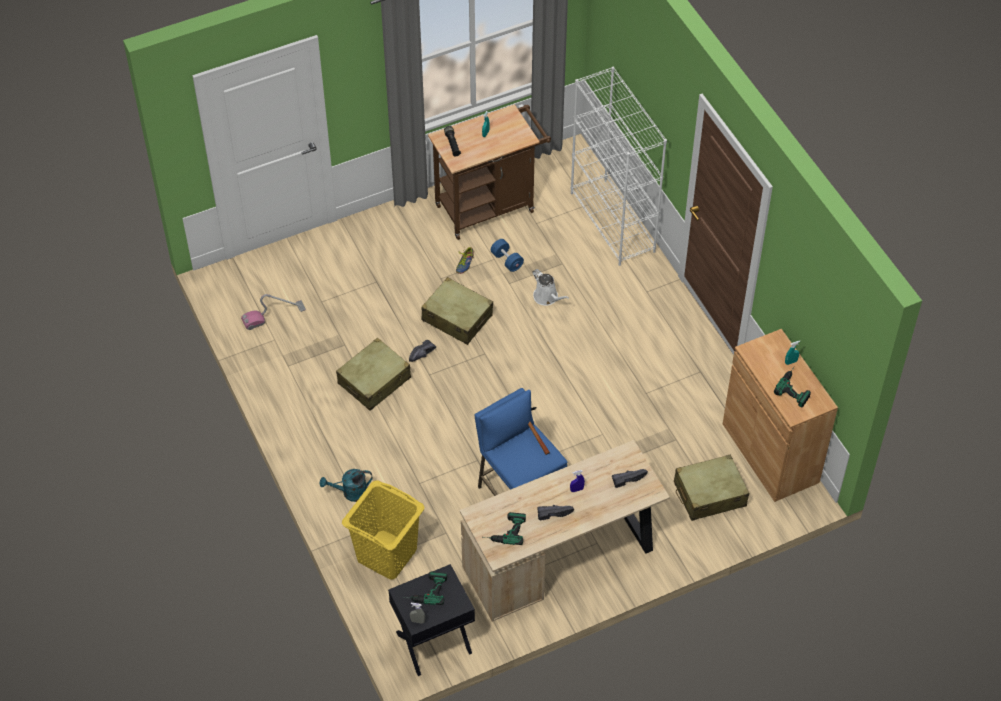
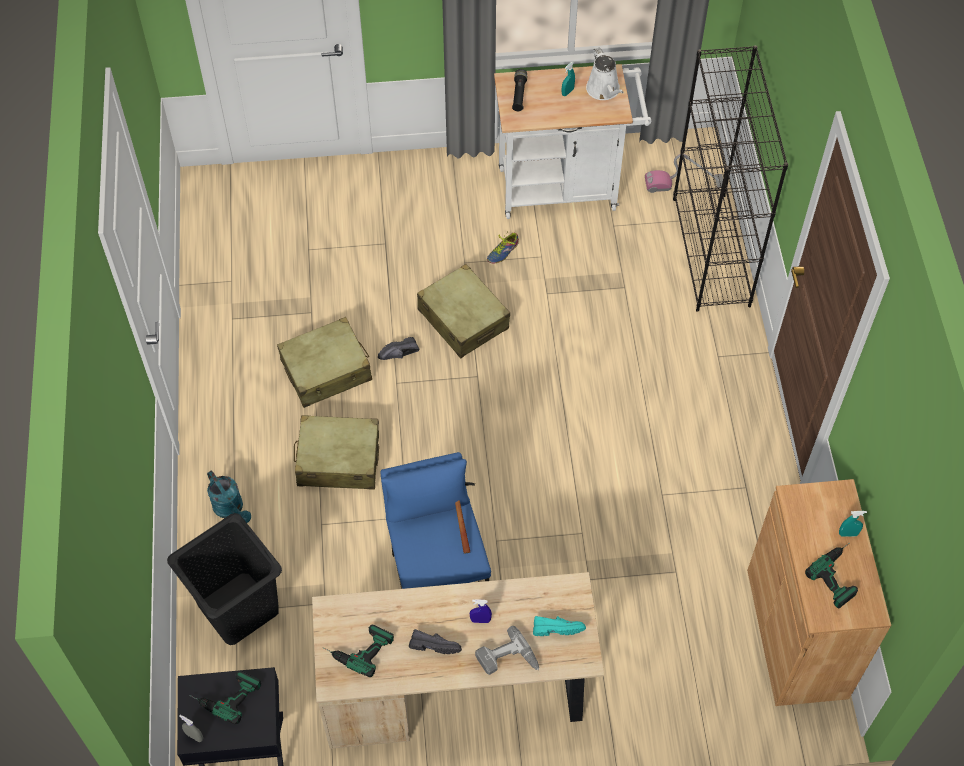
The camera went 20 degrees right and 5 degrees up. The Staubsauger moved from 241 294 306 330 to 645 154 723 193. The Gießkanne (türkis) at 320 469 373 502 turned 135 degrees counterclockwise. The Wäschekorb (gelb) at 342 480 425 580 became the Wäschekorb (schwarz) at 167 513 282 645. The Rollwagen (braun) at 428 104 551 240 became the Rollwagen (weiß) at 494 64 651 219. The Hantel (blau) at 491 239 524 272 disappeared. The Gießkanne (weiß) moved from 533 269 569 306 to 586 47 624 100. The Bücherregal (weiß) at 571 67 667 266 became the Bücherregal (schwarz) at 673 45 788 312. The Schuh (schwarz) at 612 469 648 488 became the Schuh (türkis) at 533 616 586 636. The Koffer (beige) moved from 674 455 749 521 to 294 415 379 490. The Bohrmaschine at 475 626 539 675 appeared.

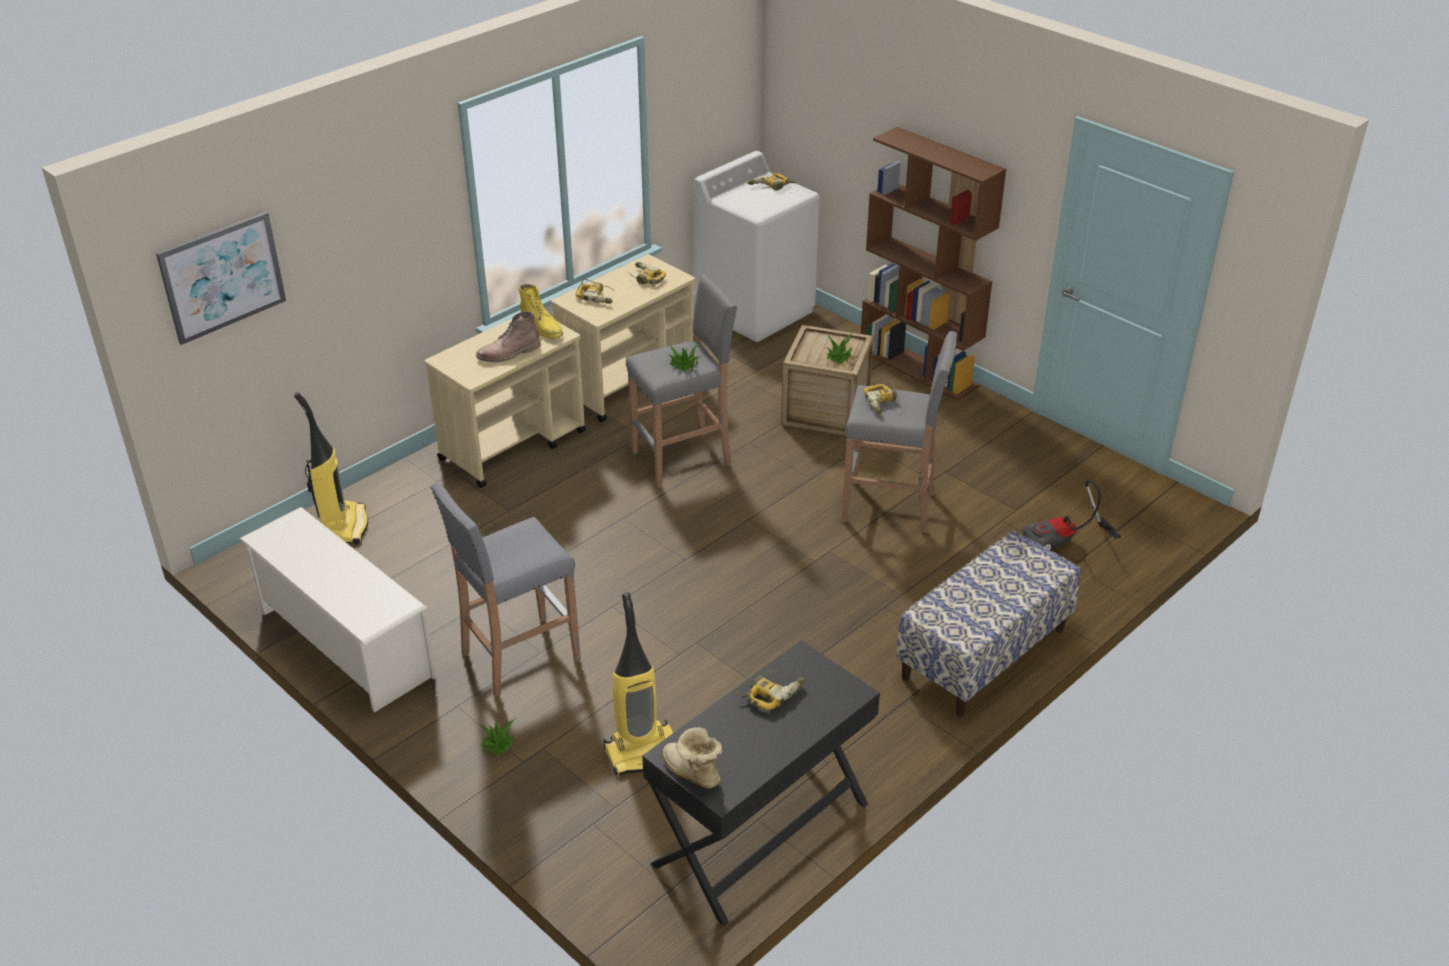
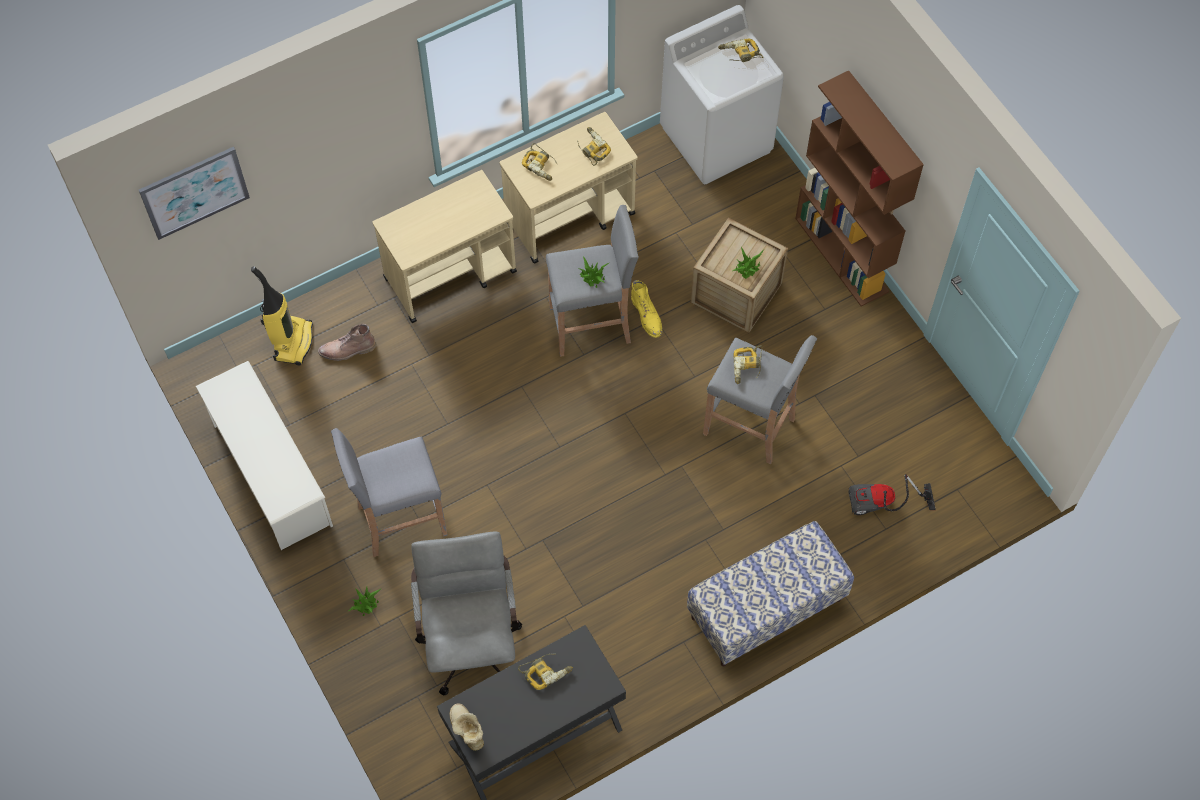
The camera went 15 degrees right and 25 degrees up. The Stiefel (braun) moved from 476 311 541 362 to 318 324 376 361. The Stiefel (gelb) moved from 519 284 563 339 to 631 280 662 338. The Staubsauger at 604 593 673 776 was replaced by the Bürostuhl (grau) at 411 531 523 696.

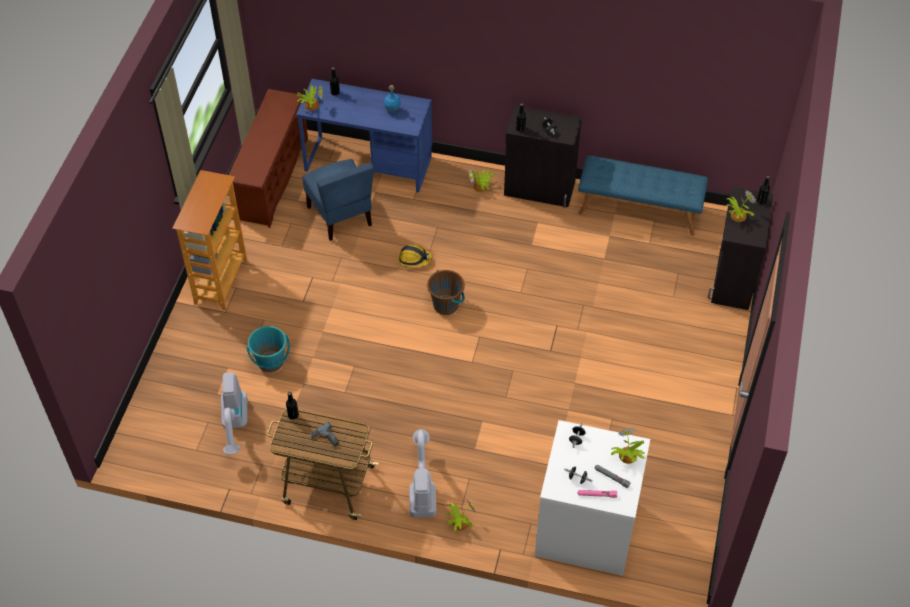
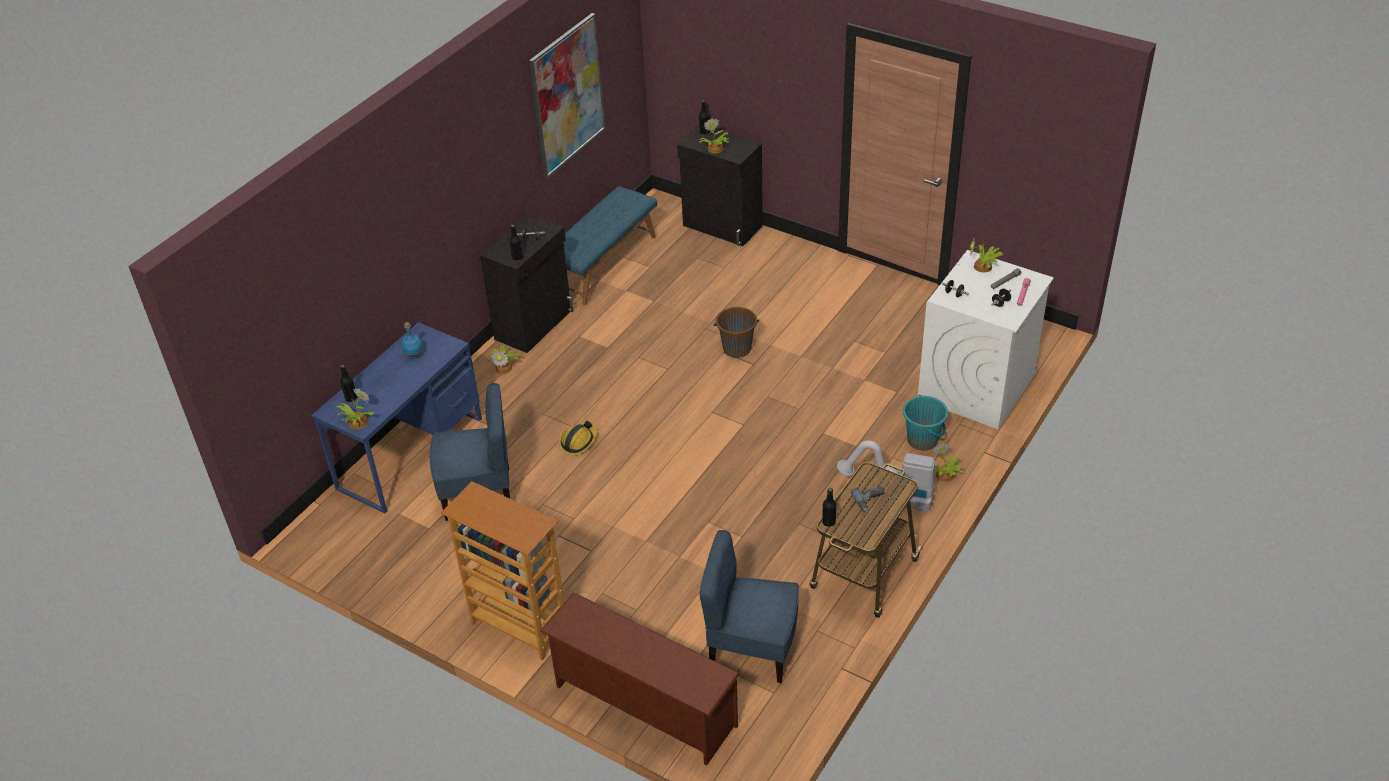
The camera went 70 degrees left and 10 degrees down. The Staubsauger at 221 372 248 454 was replaced by the Stuhl (blau) at 699 530 799 683. The Schuhregal (braun) moved from 229 89 308 228 to 540 592 740 765. The Eimer (türkis) moved from 246 326 290 372 to 903 395 948 451. The Eimer (braun) moved from 427 270 465 315 to 714 307 760 358. The Bild at 529 13 605 178 appeared.

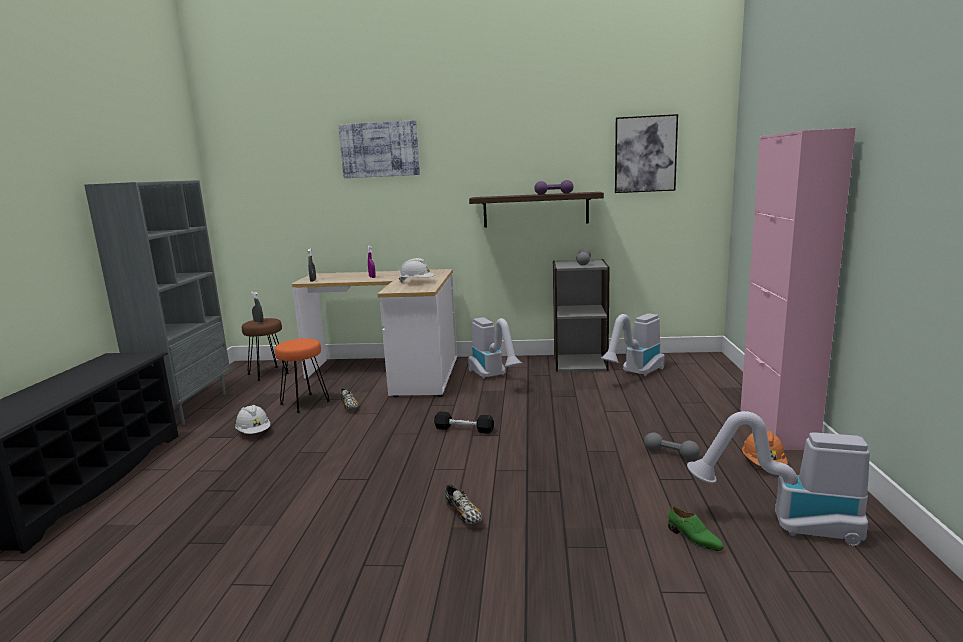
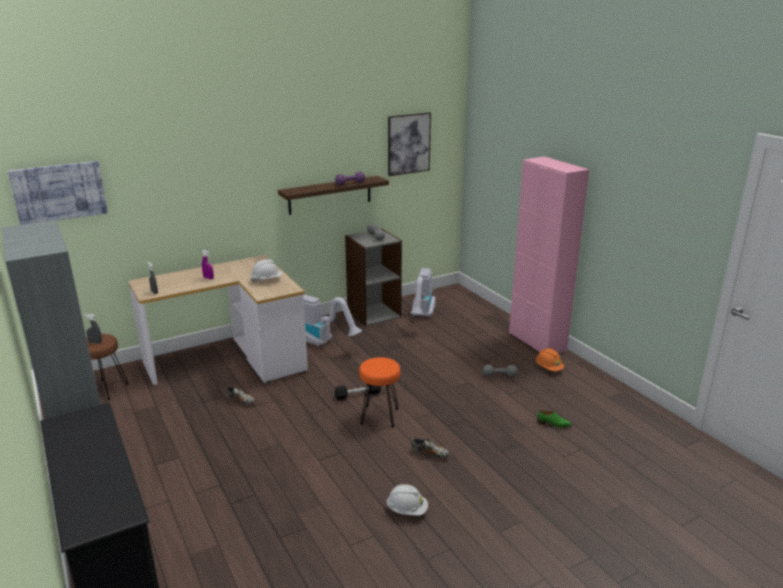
The camera went 35 degrees left and 10 degrees up. The Schutzhelm (weiß) moved from 235 405 270 434 to 386 484 428 516. The Hocker (orange) moved from 275 338 330 413 to 359 357 401 428. The Bild moved from 338 120 420 178 to 8 161 108 225. The Staubsauger at 687 411 870 546 disappeared.

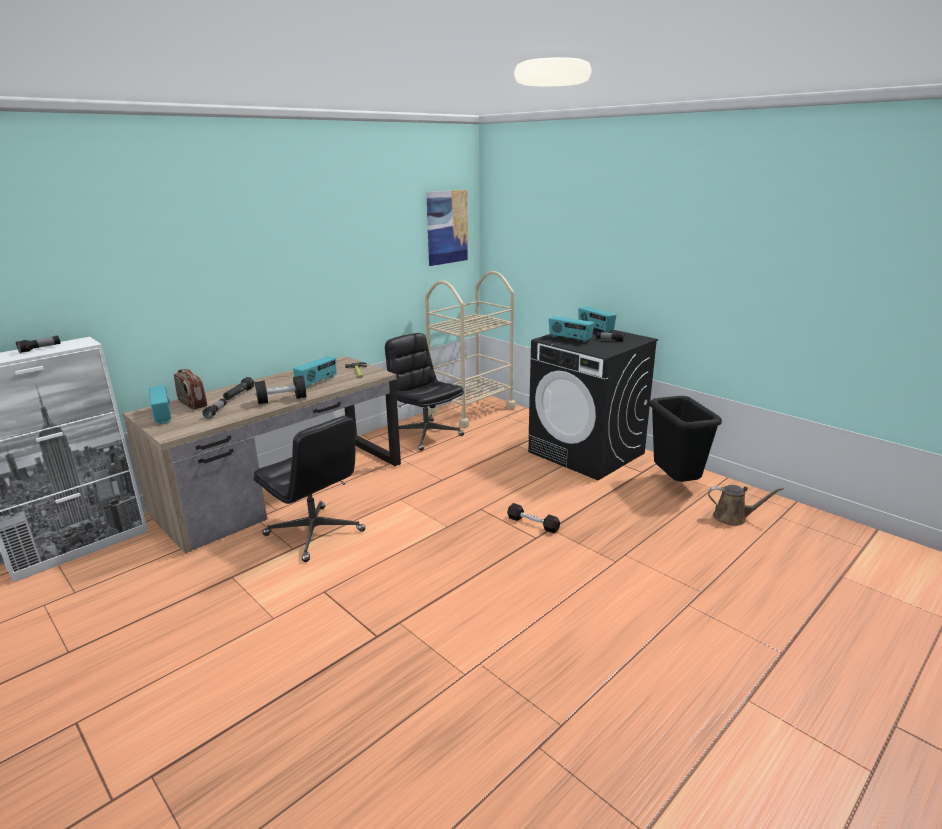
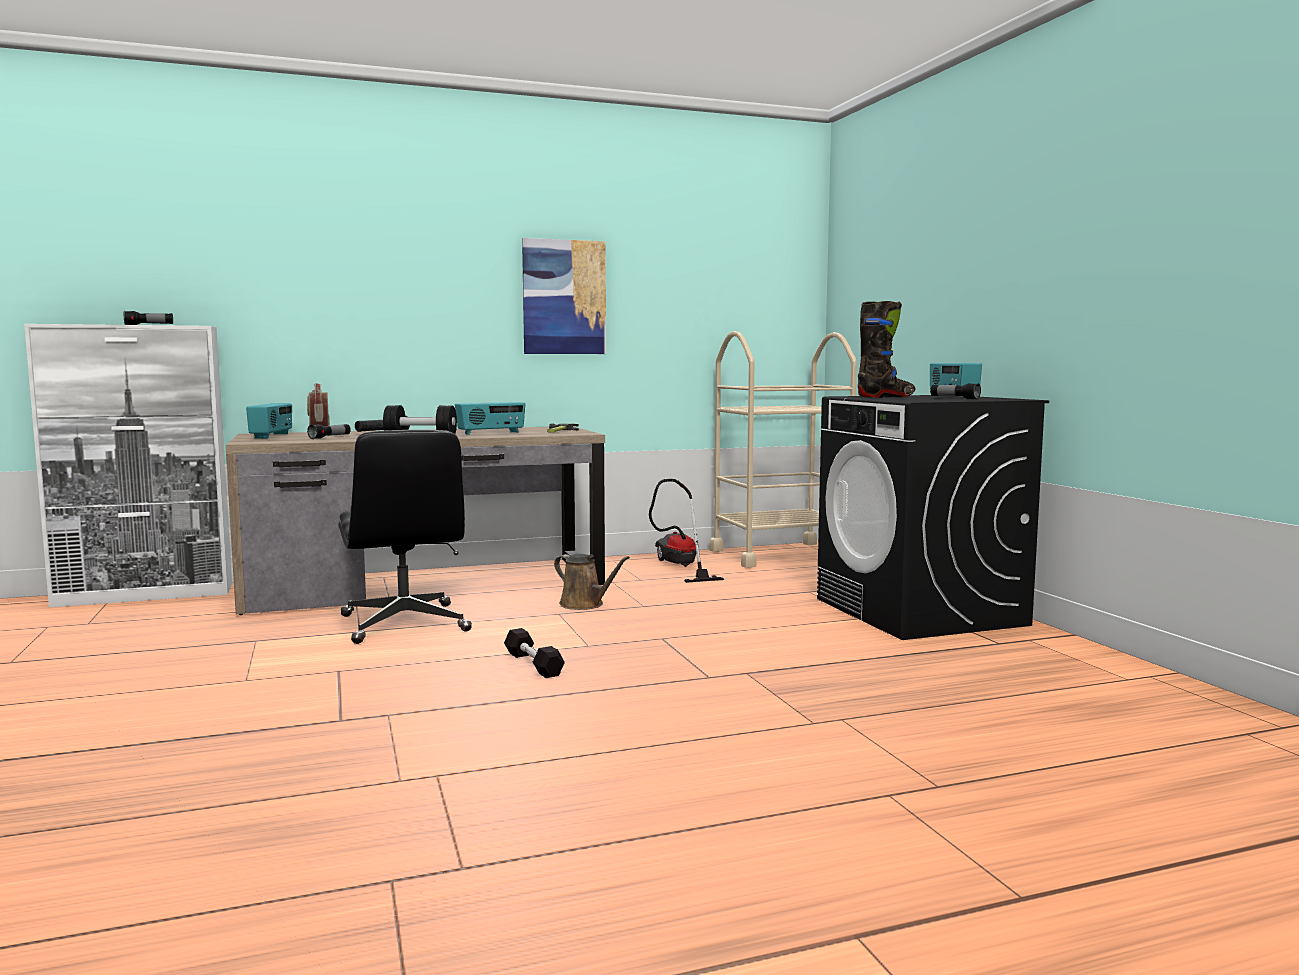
The camera went 25 degrees right and 15 degrees down. The Bürostuhl (schwarz) at 385 333 464 451 was replaced by the Staubsauger at 649 479 724 583. The Bild moved from 426 190 468 266 to 522 238 606 354. The Hantel (schwarz) moved from 507 503 560 533 to 504 628 565 678. The Radio at 549 316 594 343 was replaced by the Stiefel (schwarz) at 858 301 916 398. The Mülleimer (schwarz) at 650 396 722 482 disappeared. The Gießkanne (braun) moved from 708 485 784 526 to 554 553 630 610.

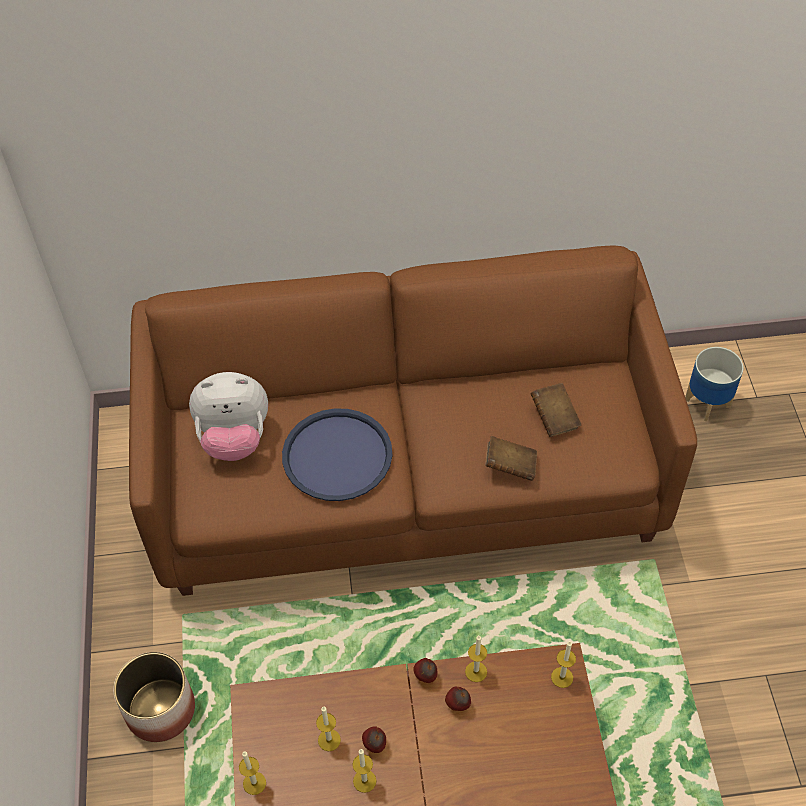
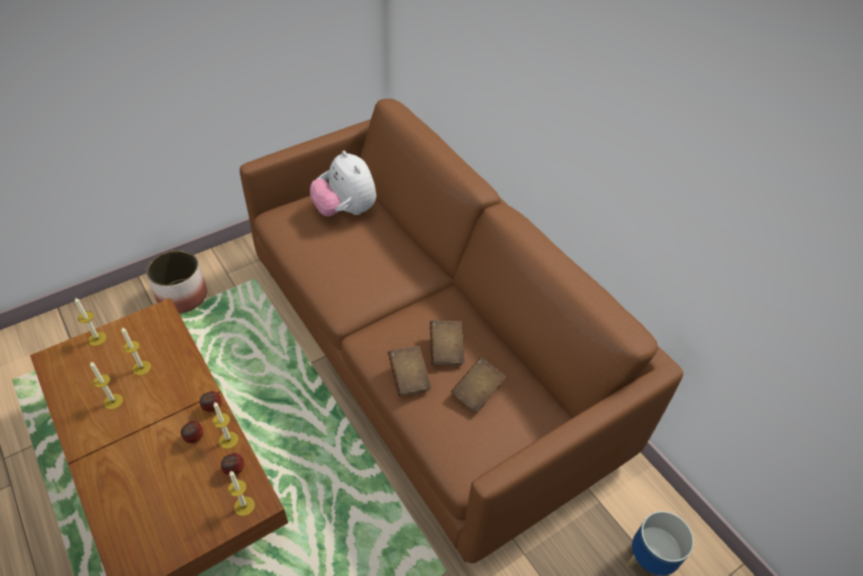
The camera went 60 degrees right and 5 degrees down. The Tablett (blau) at 282 408 393 501 disappeared. The Apfel moved from 362 726 386 753 to 221 453 244 475. The Buch (braun) at 430 320 465 366 appeared.

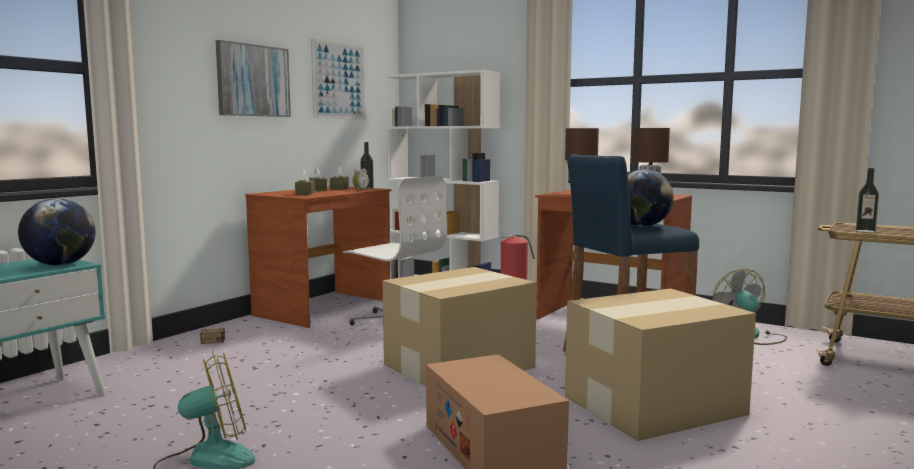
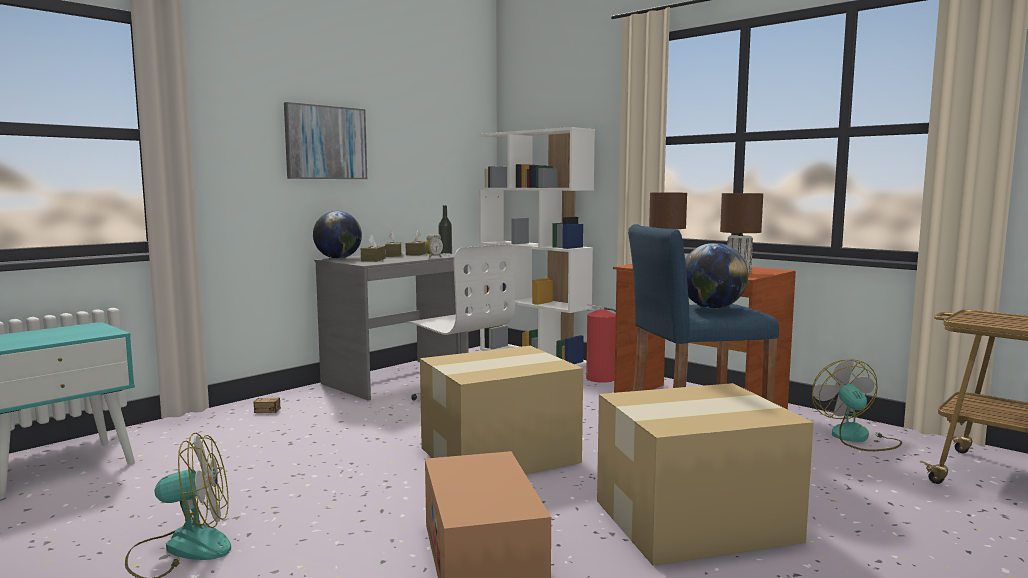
The camera went 10 degrees right and 0 degrees up. The Globus moved from 18 198 96 266 to 313 211 362 259. The Schreibtisch (braun) at 245 186 391 328 became the Schreibtisch (grau) at 314 252 469 401. The Bild at 311 38 366 120 disappeared. The Flasche at 856 168 879 233 disappeared.

